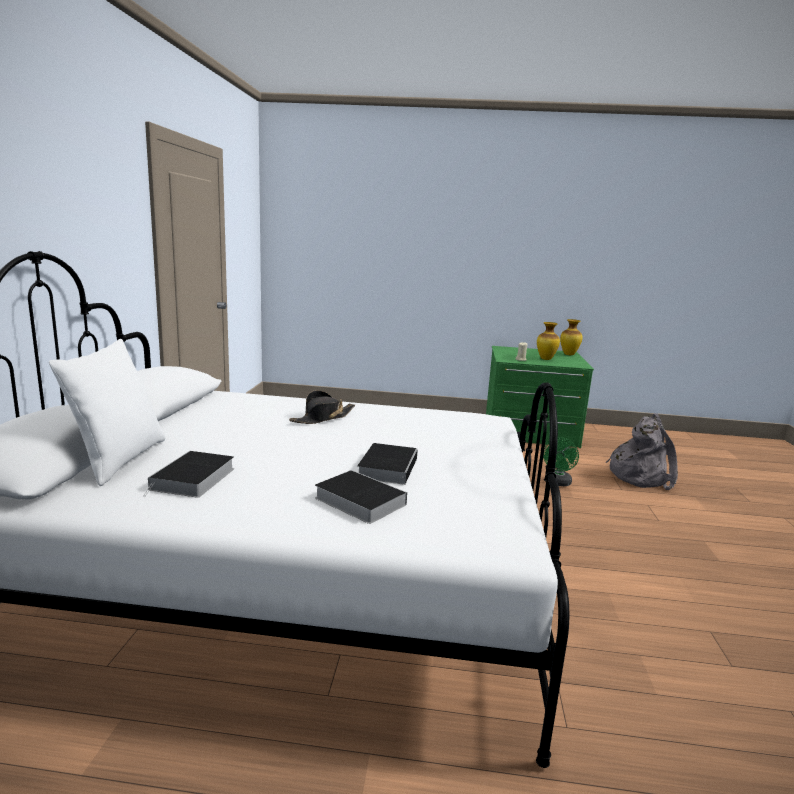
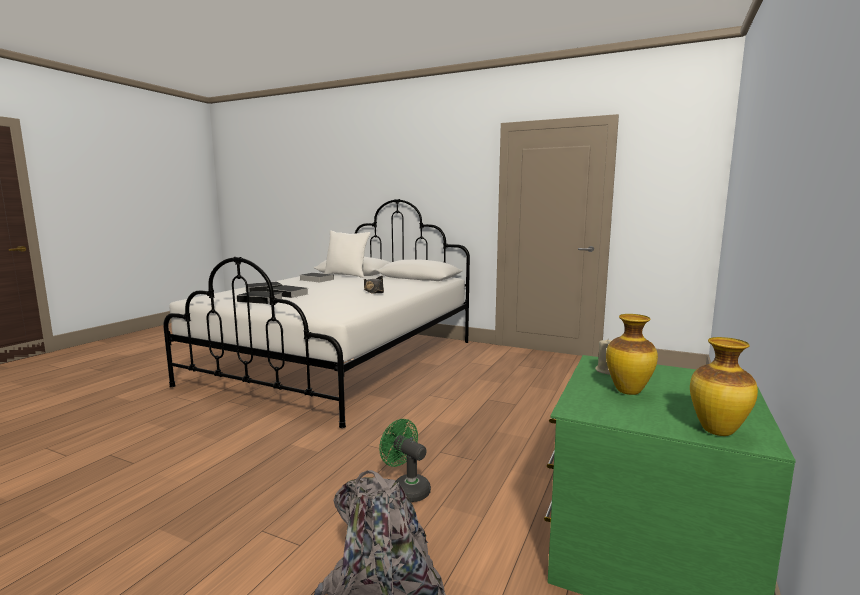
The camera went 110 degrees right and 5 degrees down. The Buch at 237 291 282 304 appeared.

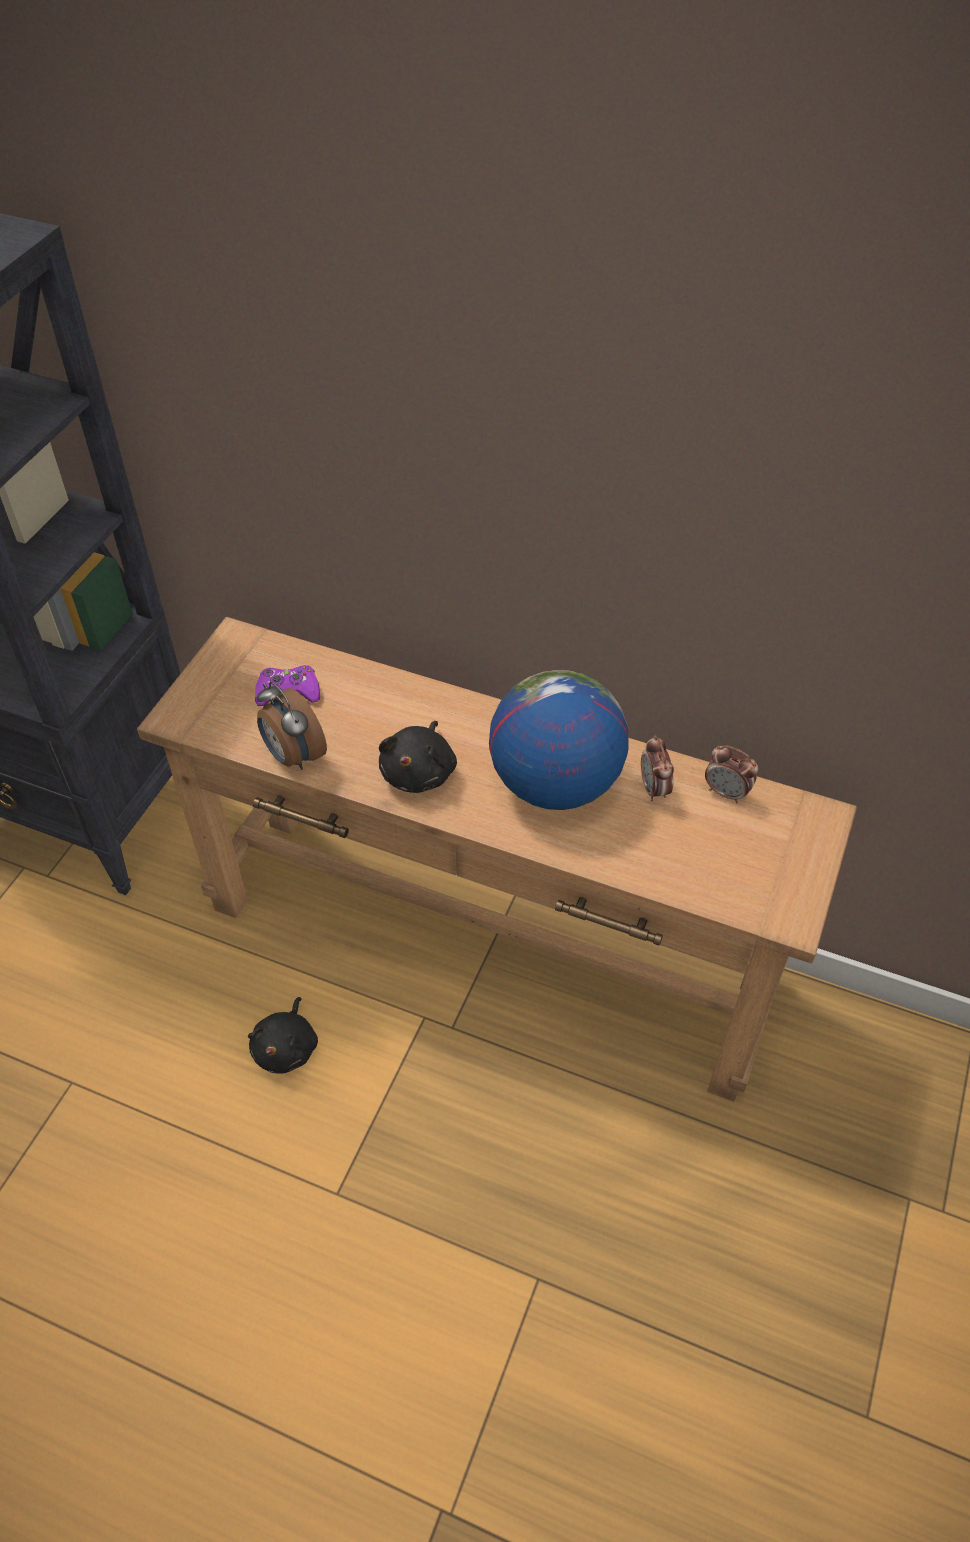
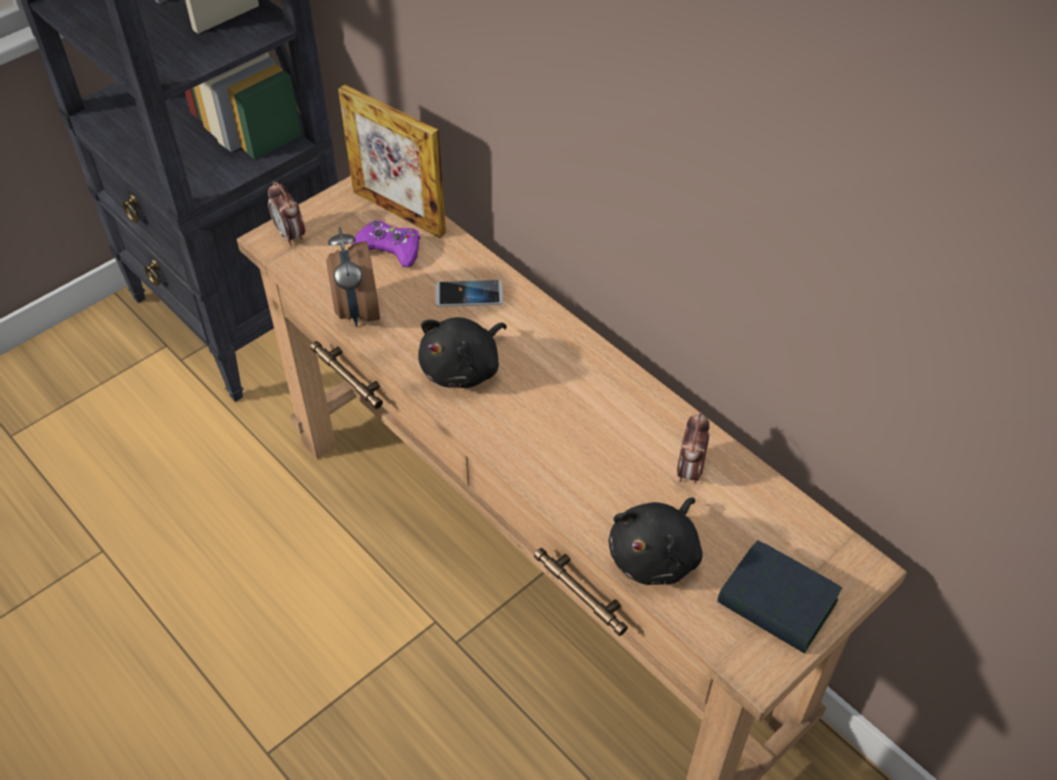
The camera went 25 degrees right and 0 degrees up. The Plüschtier (schwarz) moved from 248 997 318 1074 to 608 497 703 585. The Globus at 489 670 629 810 disappeared. The Wecker moved from 705 745 758 803 to 268 182 305 246. The Bilderrahmen at 338 84 446 238 appeared. The Handy at 435 280 503 307 appeared. The Buch at 717 540 842 654 appeared.

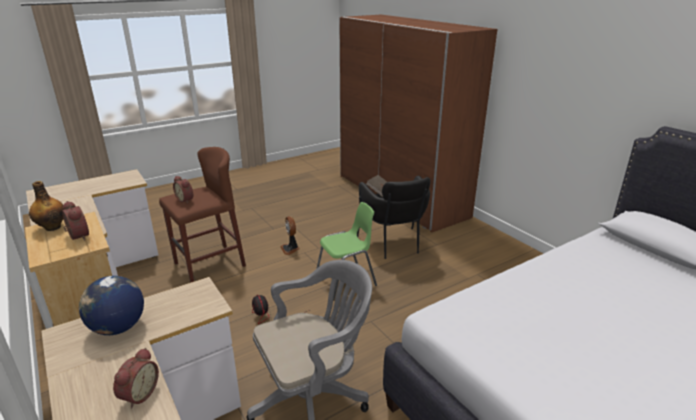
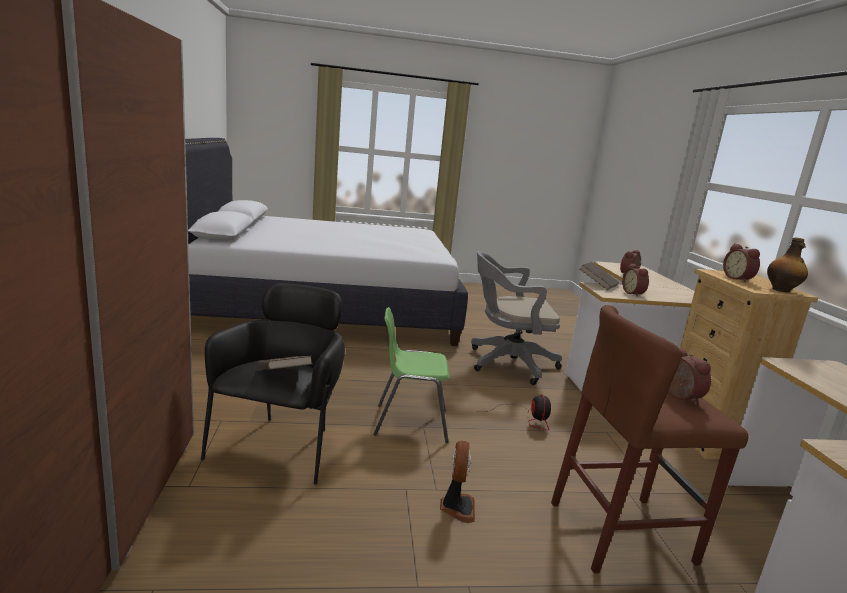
The camera went 155 degrees left and 10 degrees down. The Globus at 79 276 144 335 disappeared. The Buch (braun) at 580 262 619 290 appeared. The Wecker at 622 263 649 297 appeared.

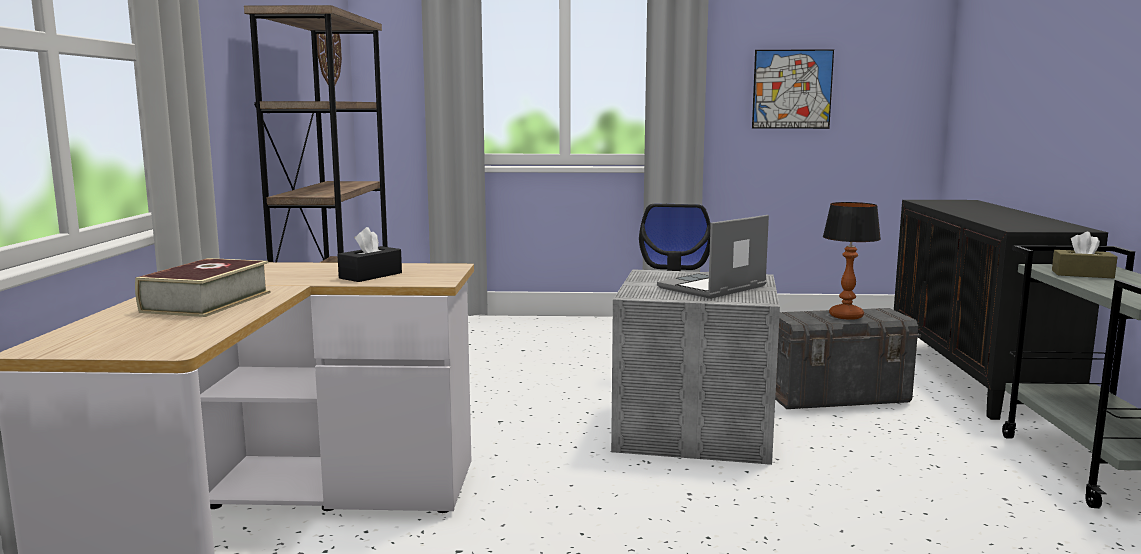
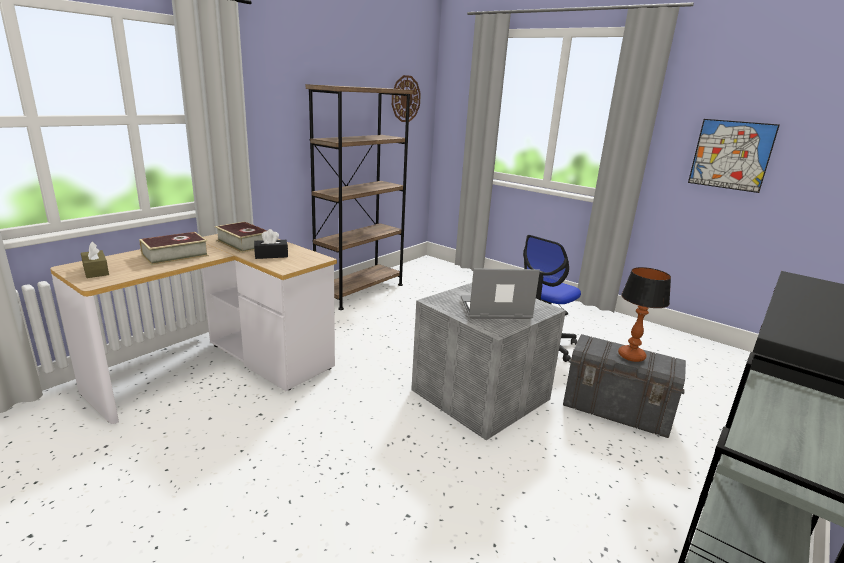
The camera went 35 degrees right and 10 degrees up. The Taschentuchbox (braun) moved from 1052 232 1117 278 to 81 242 109 278. The Buch at 215 221 267 253 appeared.

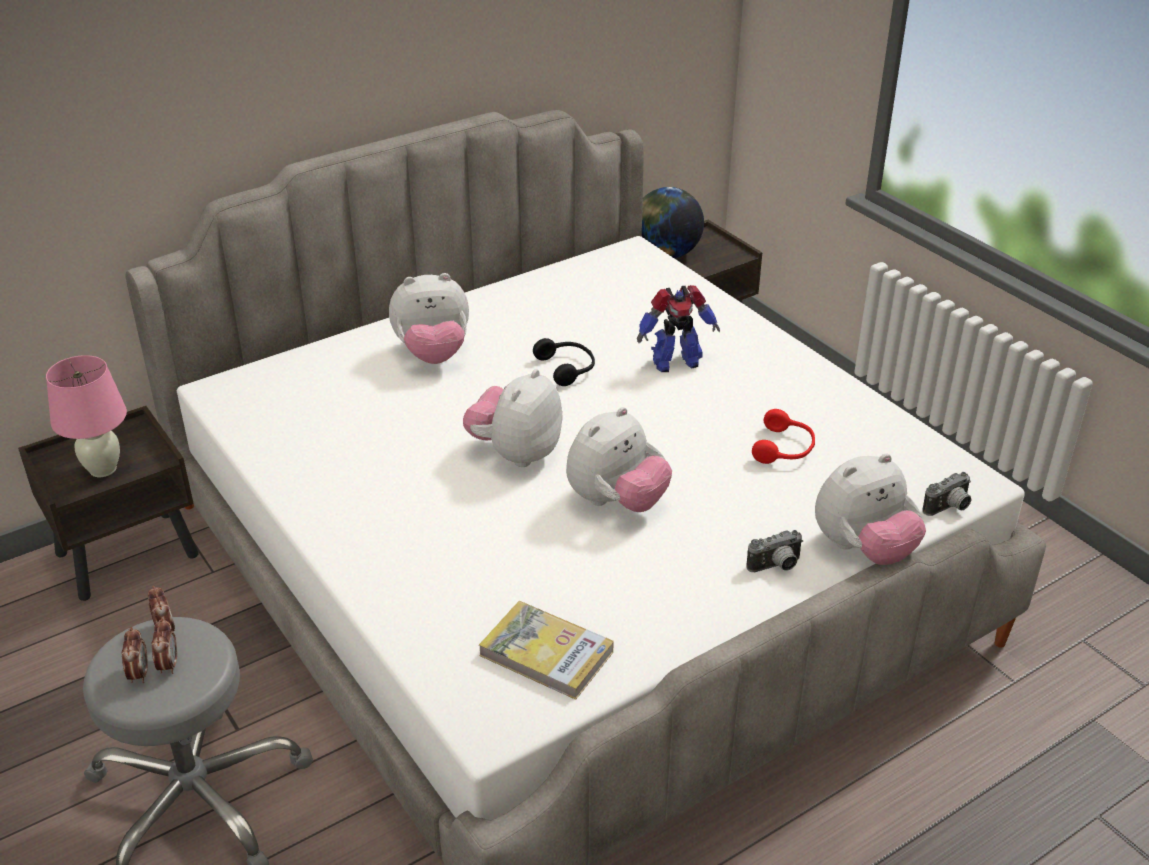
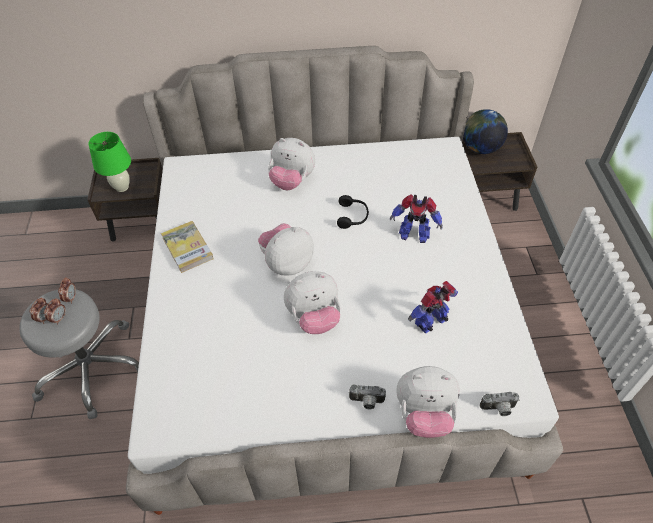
The camera went 30 degrees right and 15 degrees up. The Tischlampe (rosa) at 46 355 127 477 became the Tischlampe (grün) at 88 132 131 192. The Buch moved from 479 601 614 700 to 161 221 214 273. The Kopfhörer (rot) at 752 409 815 464 was replaced by the Spielzeugroboter at 408 281 458 333.

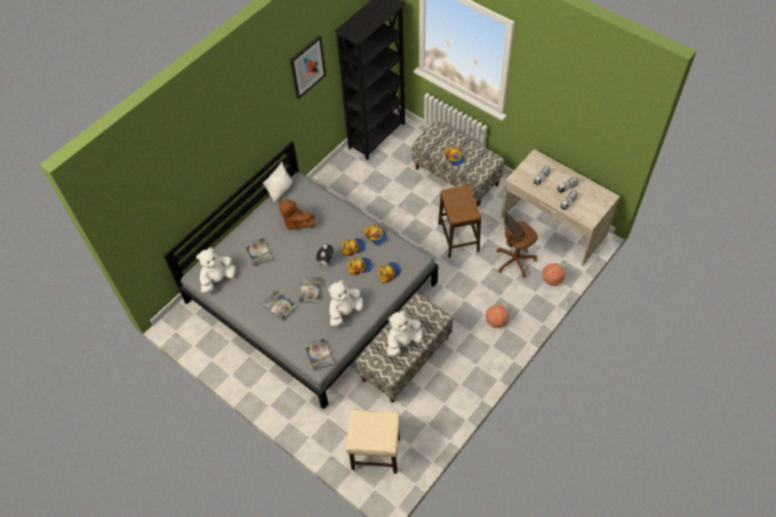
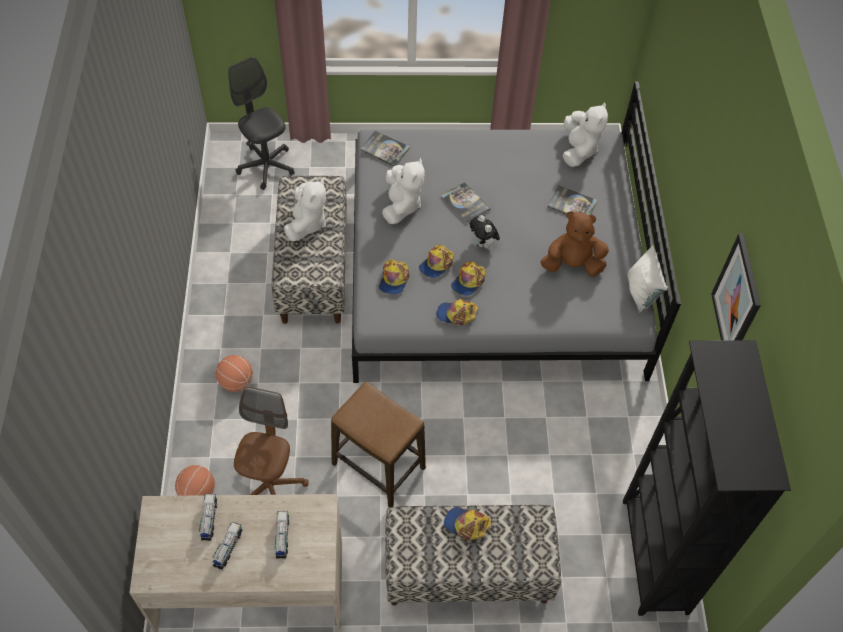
The camera went 135 degrees right and 0 degrees up. The Buch at 262 291 297 321 disappeared. The Hocker (beige) at 346 409 400 474 was replaced by the Bürostuhl (grau) at 228 57 295 190.

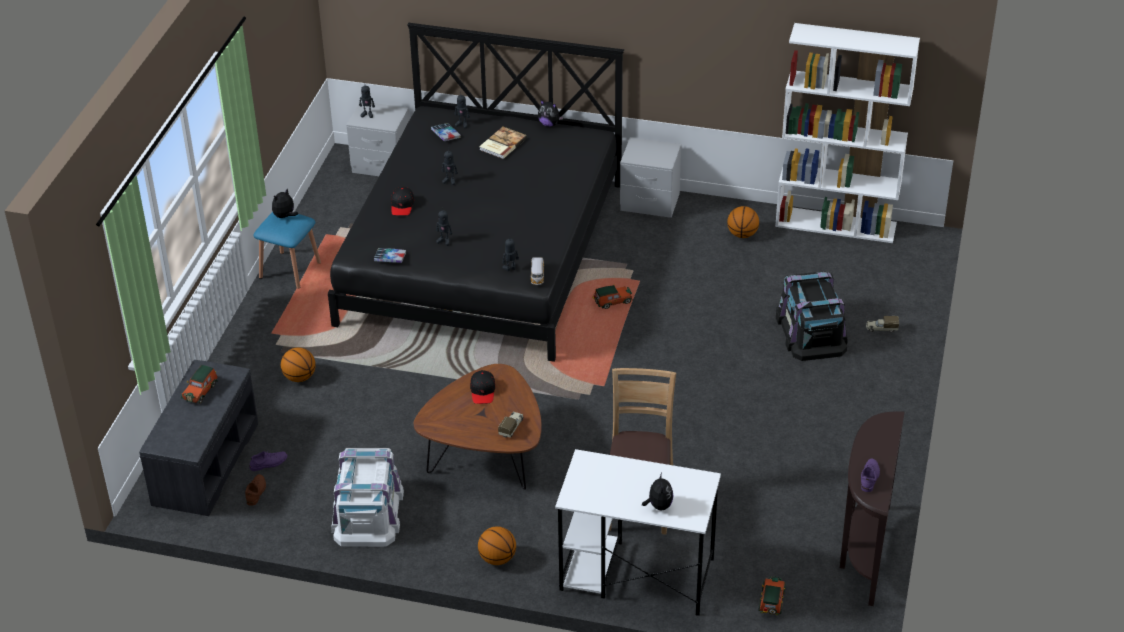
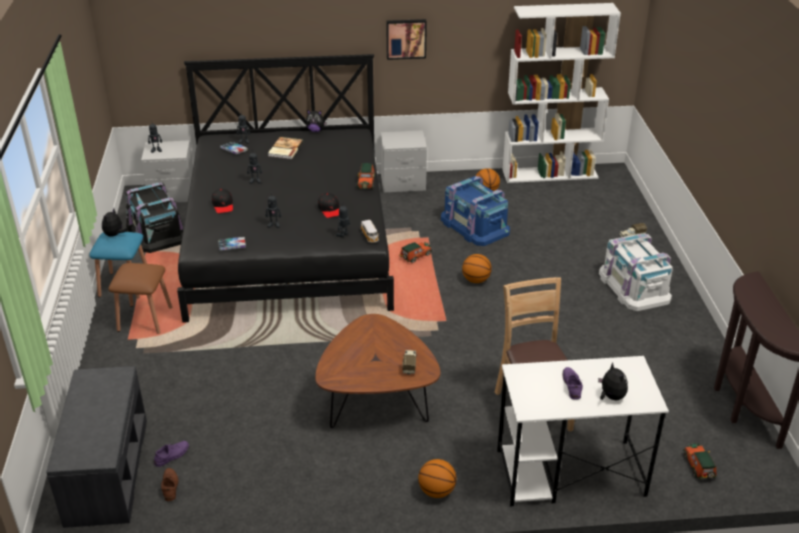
The camera went 20 degrees left and 5 degrees down. The Spielzeugauto moved from 181 365 218 404 to 357 163 375 189. The Basketball moved from 281 347 316 382 to 462 254 492 283. The Aufbewahrungsbox (weiß) moved from 331 448 404 547 to 599 233 673 311. The Kappe (schwarz) moved from 470 370 495 404 to 318 193 339 218. The Aufbewahrungsbox (schwarz) moved from 776 271 848 361 to 125 182 183 253. The Schuh (lila) moved from 861 459 880 492 to 563 367 583 400. The Hocker (braun) at 109 263 172 334 appeared. The Bild at 386 19 427 60 appeared. The Aufbewahrungsbox (blau) at 441 176 510 246 appeared.

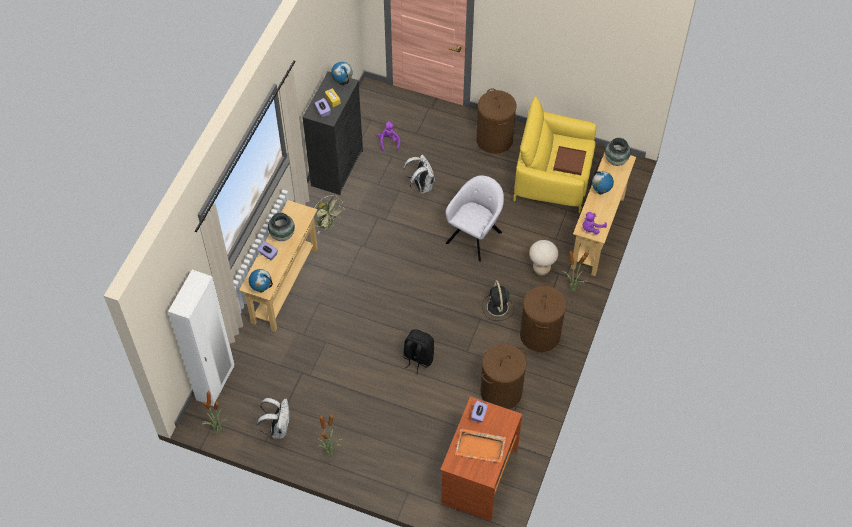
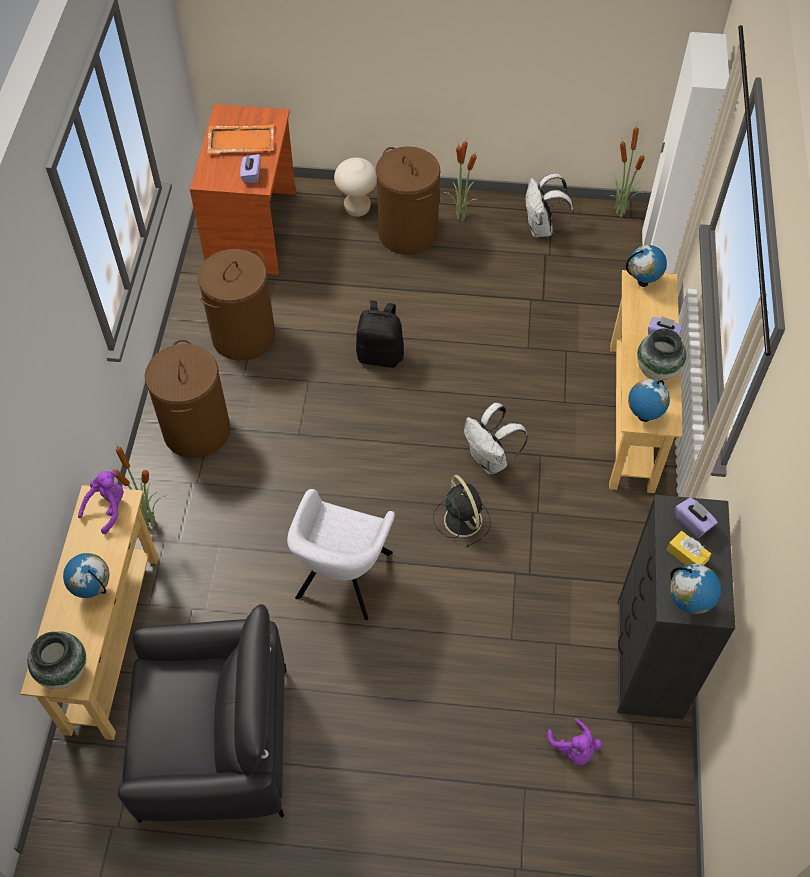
The camera went 165 degrees right and 0 degrees up. The Ventilator (grün) at 314 195 345 234 disappeared. The Rucksack (weiß) moved from 403 154 435 194 to 464 403 528 474. The Wäschekorb (braun) moved from 476 88 517 154 to 376 146 441 255. The Ventilator (schwarz) moved from 482 280 514 321 to 433 475 491 547. The Sessel (gelb) at 513 96 597 214 became the Sessel (schwarz) at 118 604 287 823. The Hocker (beige) moved from 529 240 558 276 to 334 158 377 217. The Tablett (braun) at 553 146 586 175 disappeared. The Globus at 628 379 670 422 appeared.

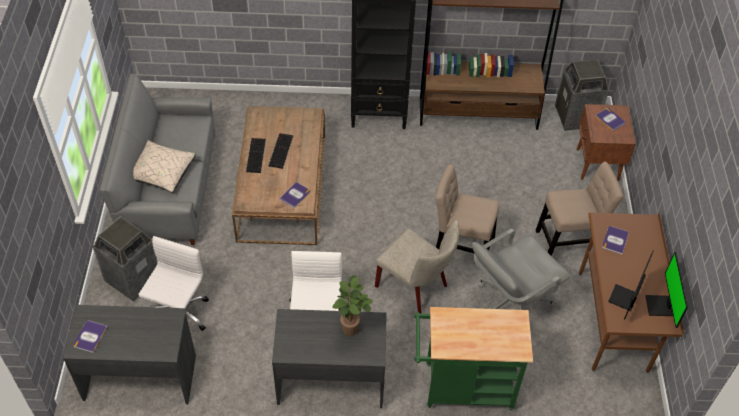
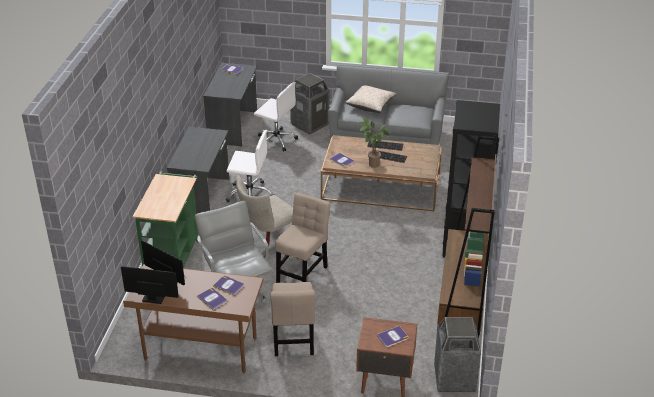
The camera went 100 degrees right and 15 degrees down. The Topfpflanze moved from 332 275 373 336 to 359 117 391 168. The Buch at 197 288 227 310 appeared.

